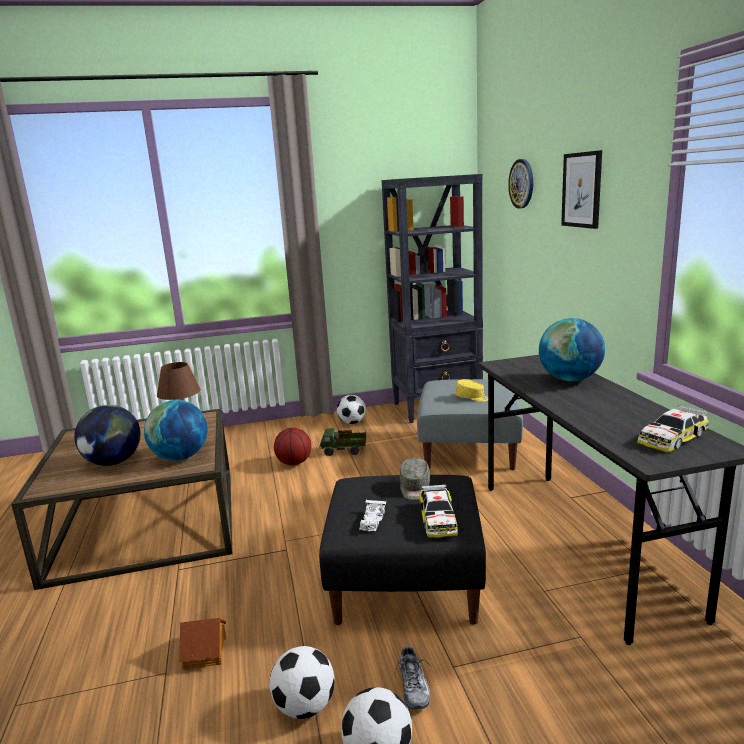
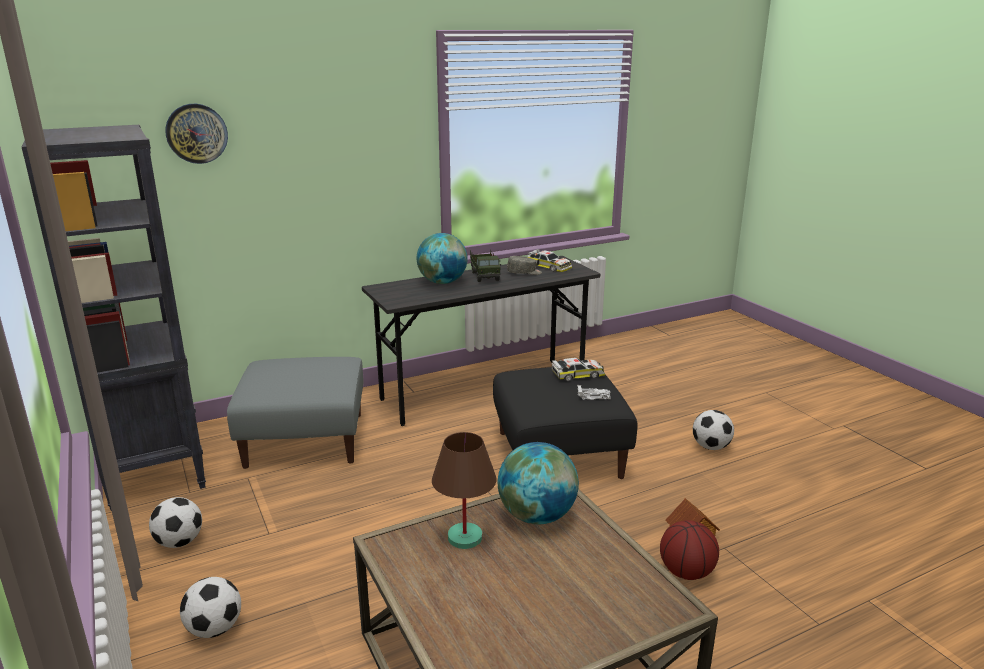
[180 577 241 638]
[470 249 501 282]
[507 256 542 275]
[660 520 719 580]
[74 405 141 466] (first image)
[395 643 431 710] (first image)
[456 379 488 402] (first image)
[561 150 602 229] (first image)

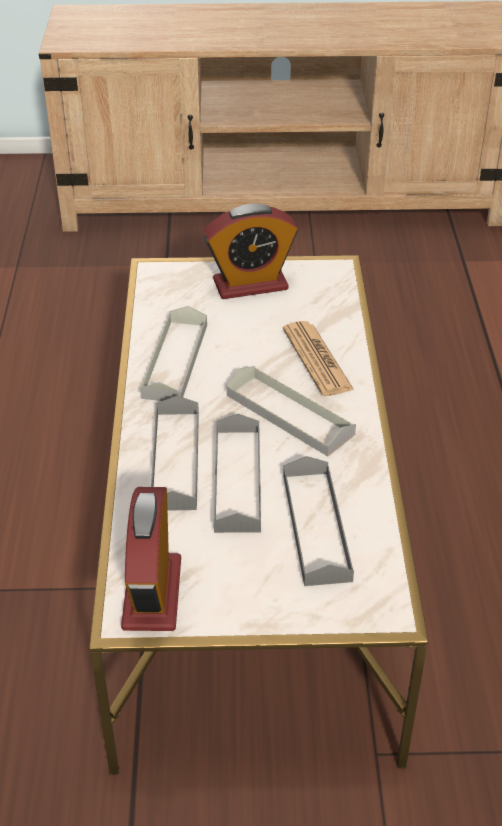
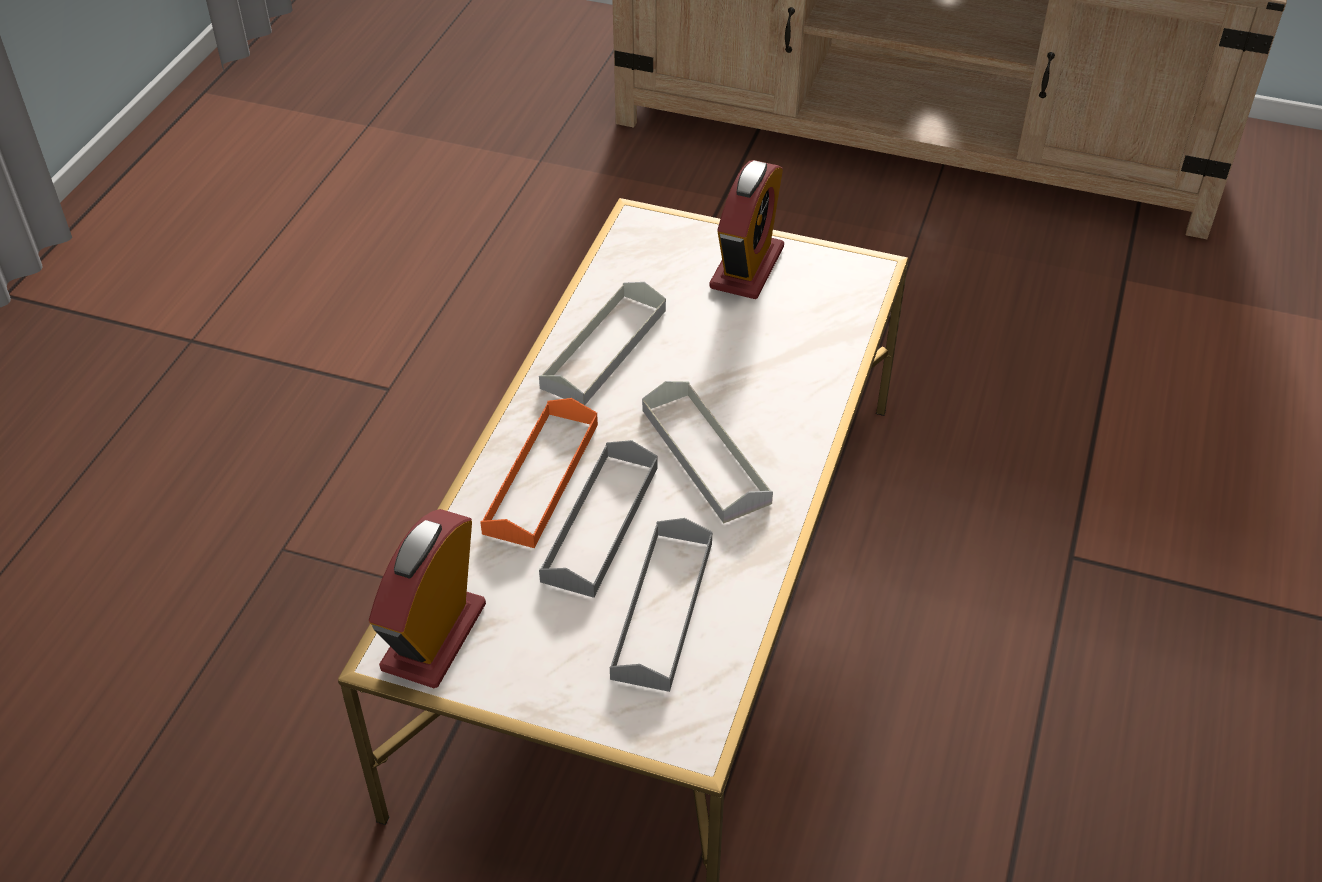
[480 398 598 548]
[709 160 784 299]
[283 321 354 396] (first image)

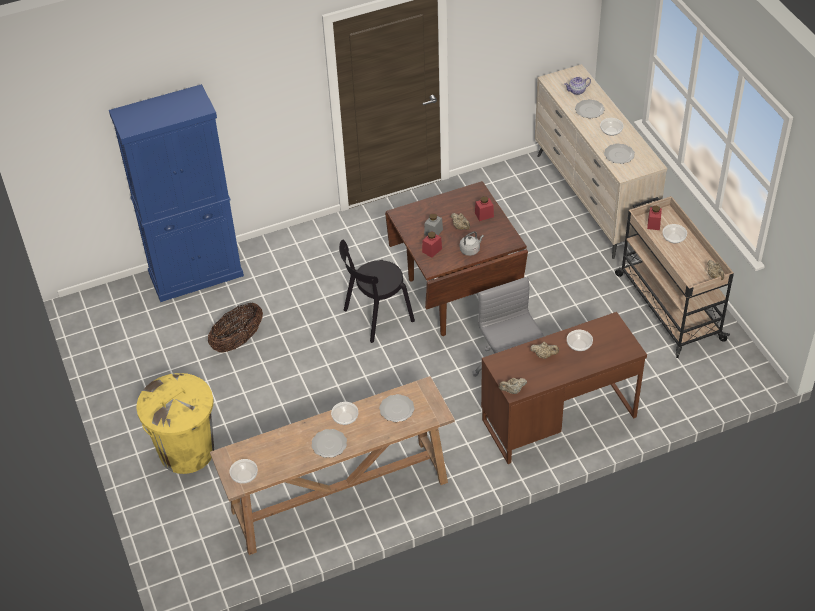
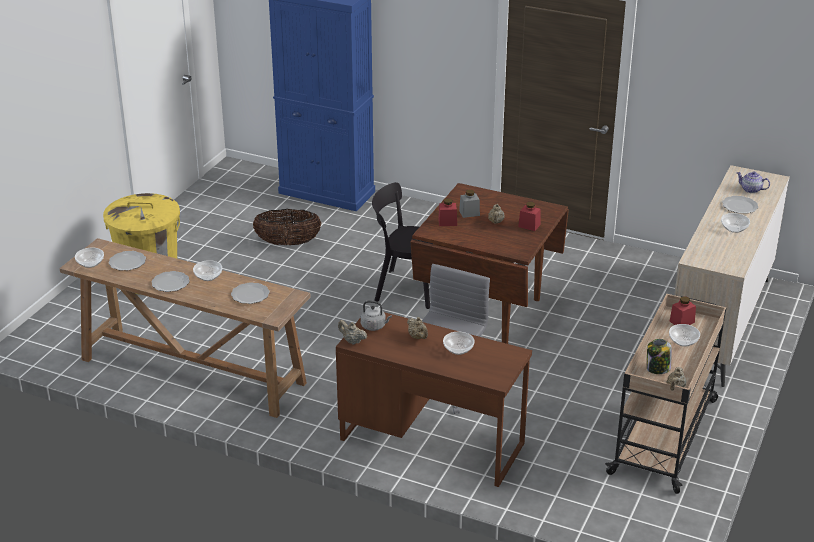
[108 251 146 271]
[360 300 392 331]
[647 339 672 374]

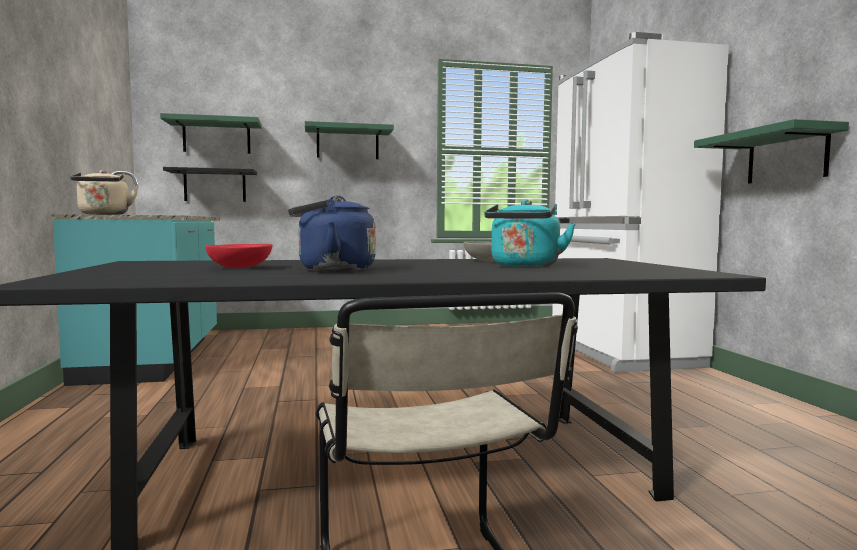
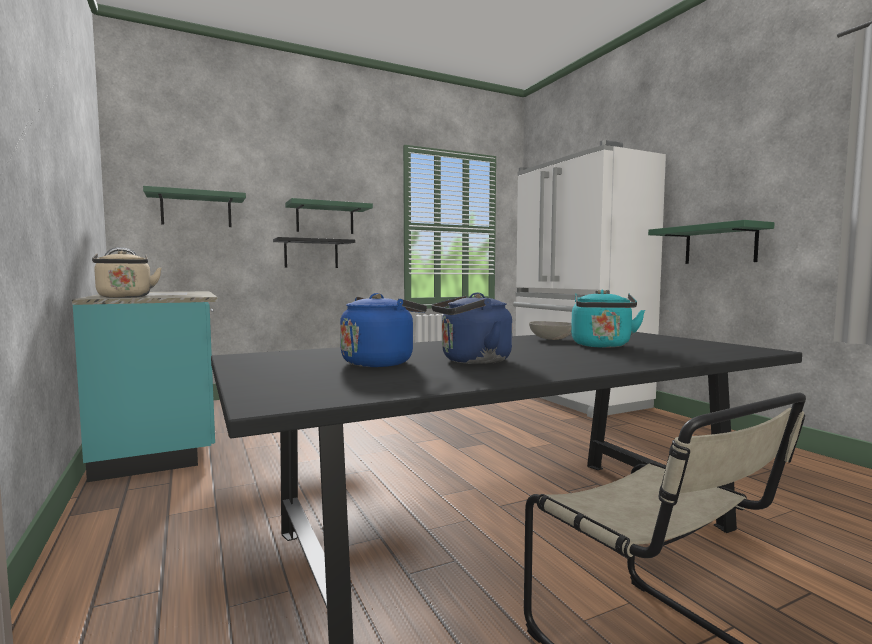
[273 237 355 268]
[340 293 427 367]

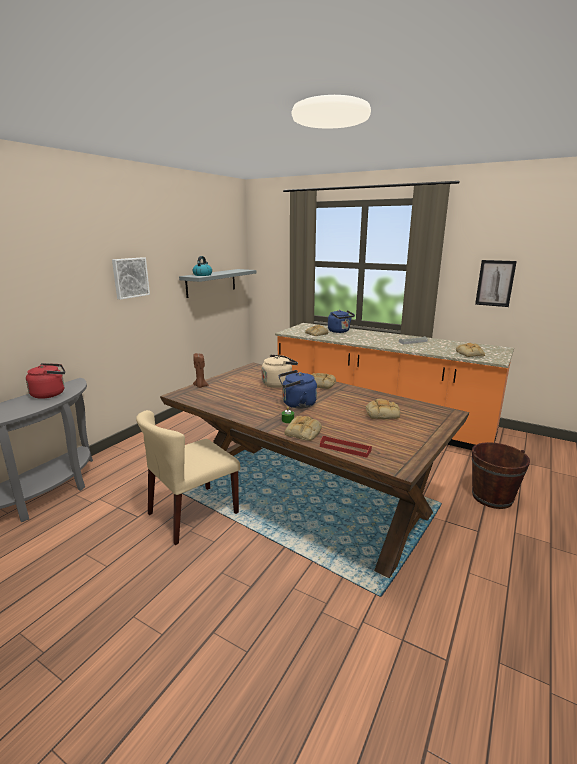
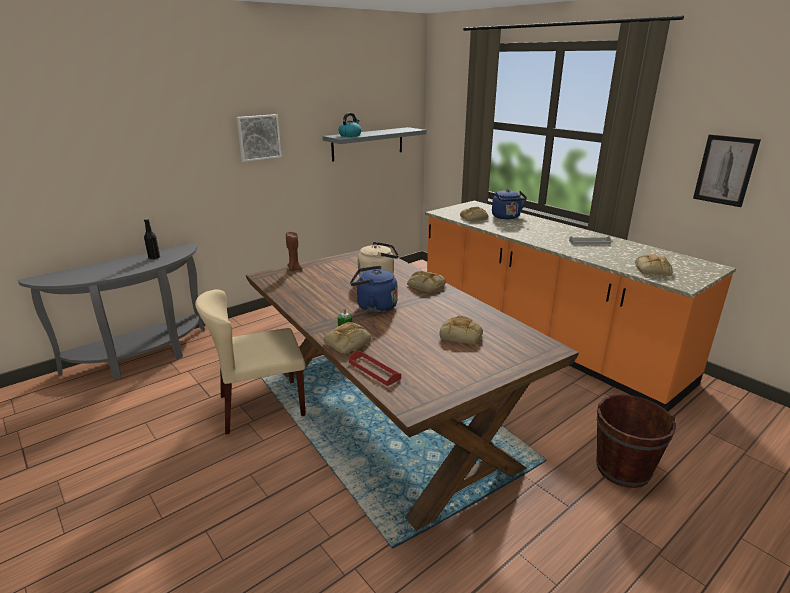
[144 219 160 259]

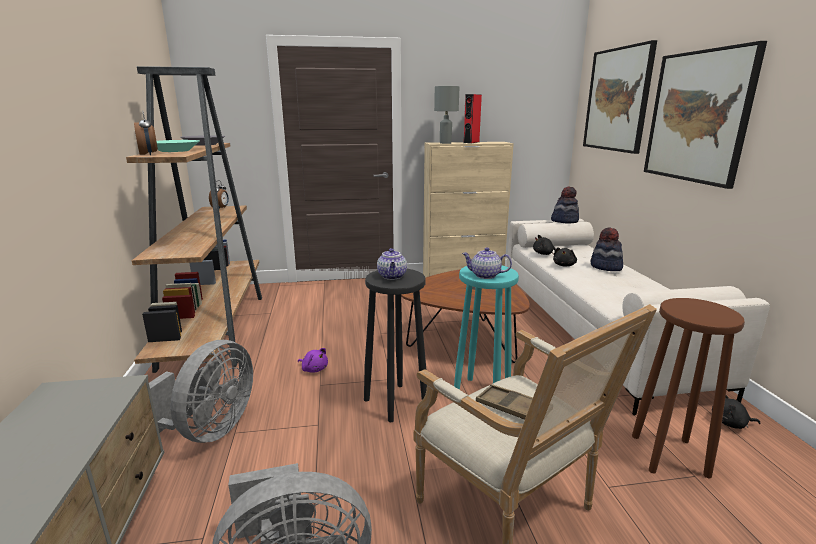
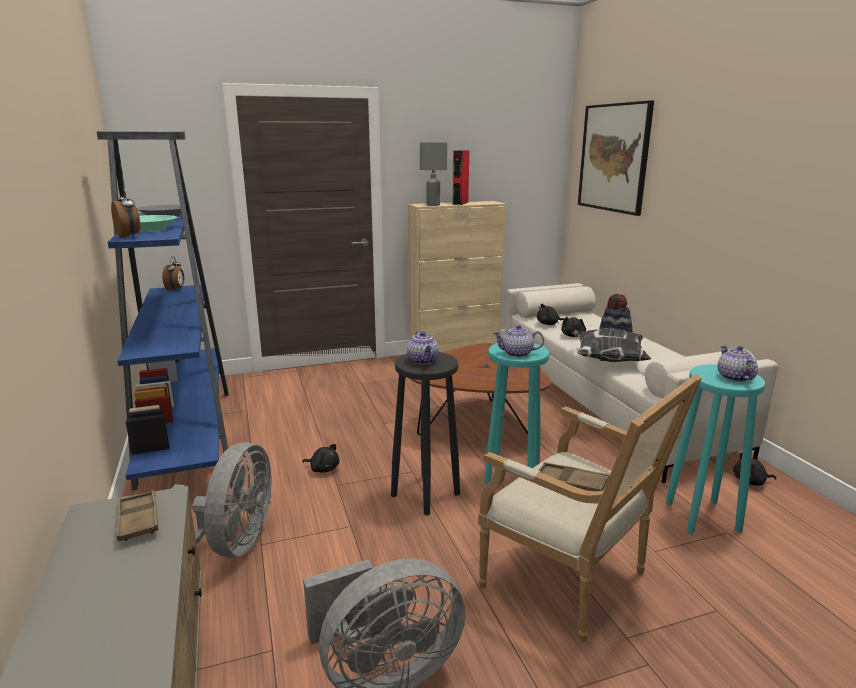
[96 131 229 491]
[117 490 158 541]
[302 444 339 473]
[572 328 652 362]
[666 364 765 534]
[718 346 758 382]
[551 187 579 223] (first image)
[644 41 767 189] (first image)

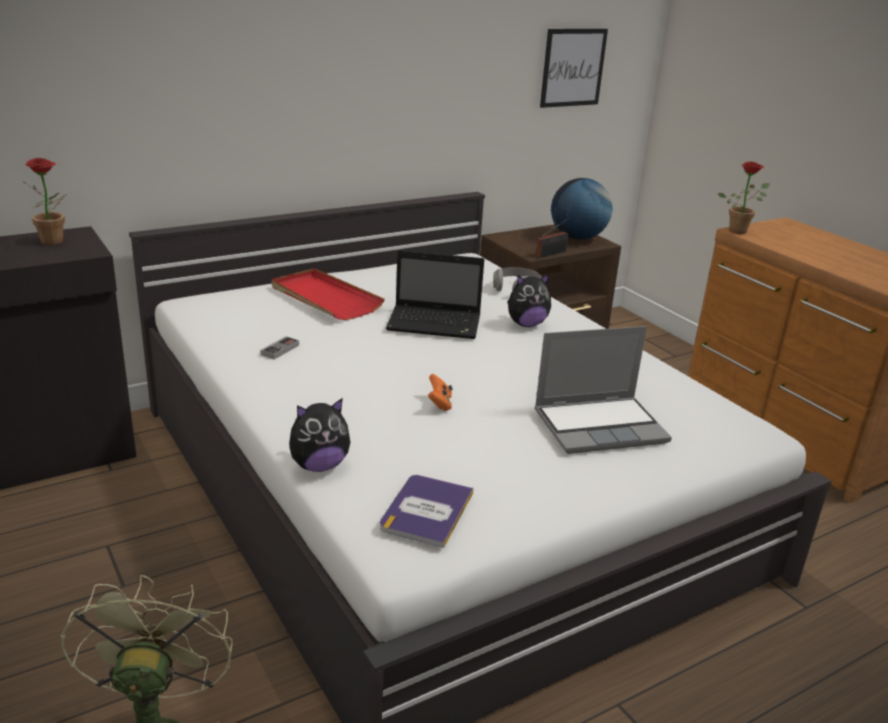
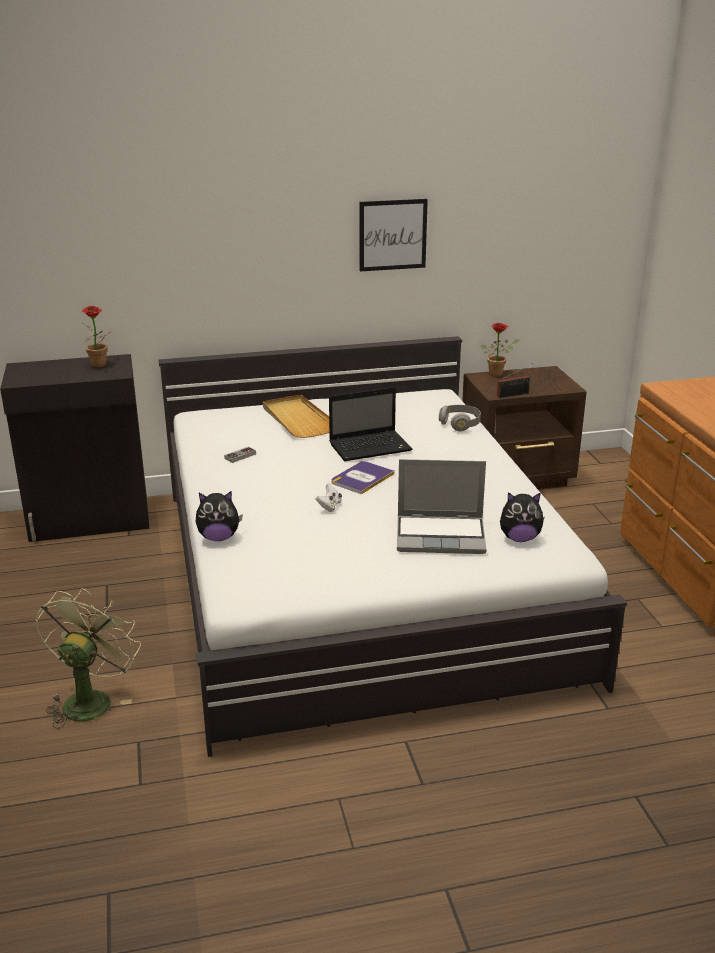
[263 395 329 438]
[316 483 342 512]
[329 387 413 461]
[331 461 395 494]
[360 199 428 272]
[481 323 520 377]
[500 492 545 542]
[551 178 613 240] (first image)

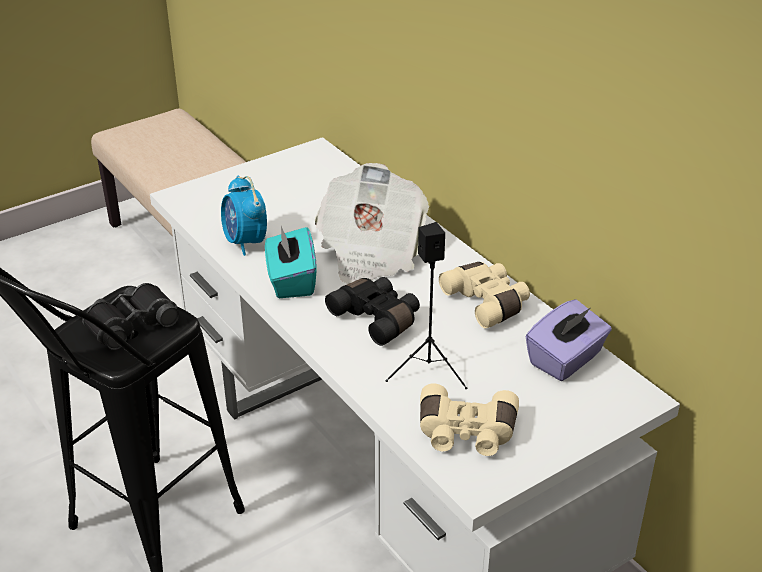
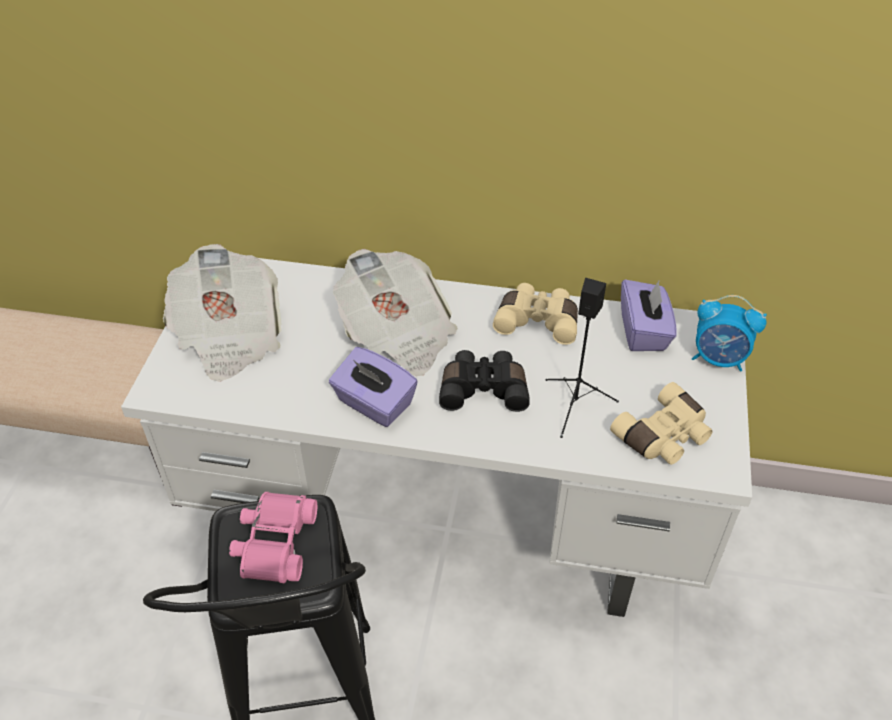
[163 244 281 382]
[229 492 317 583]
[329 347 418 427]
[692 295 767 372]

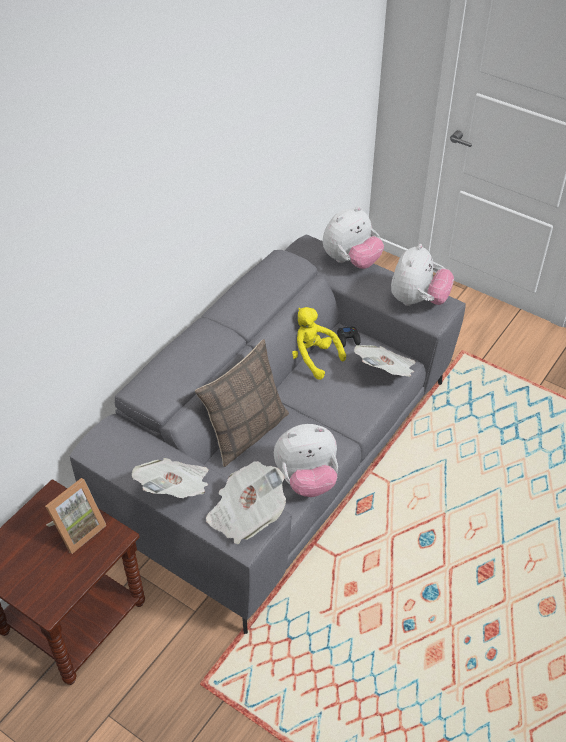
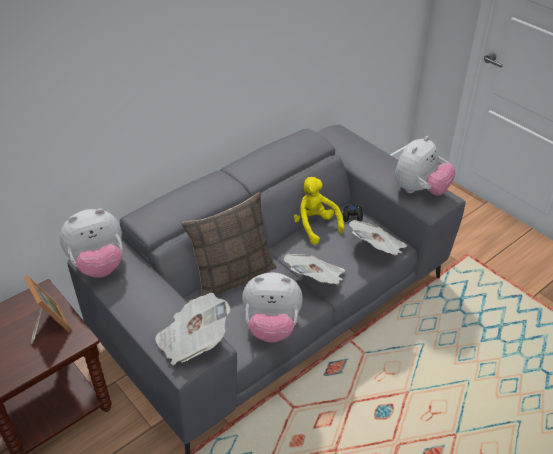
[24 275 72 344]
[60 208 123 278]
[284 254 345 284]

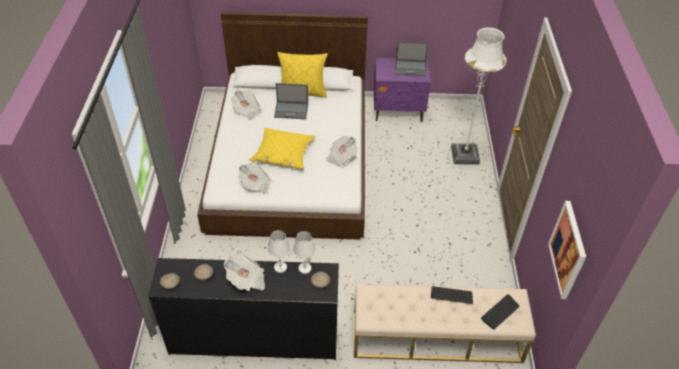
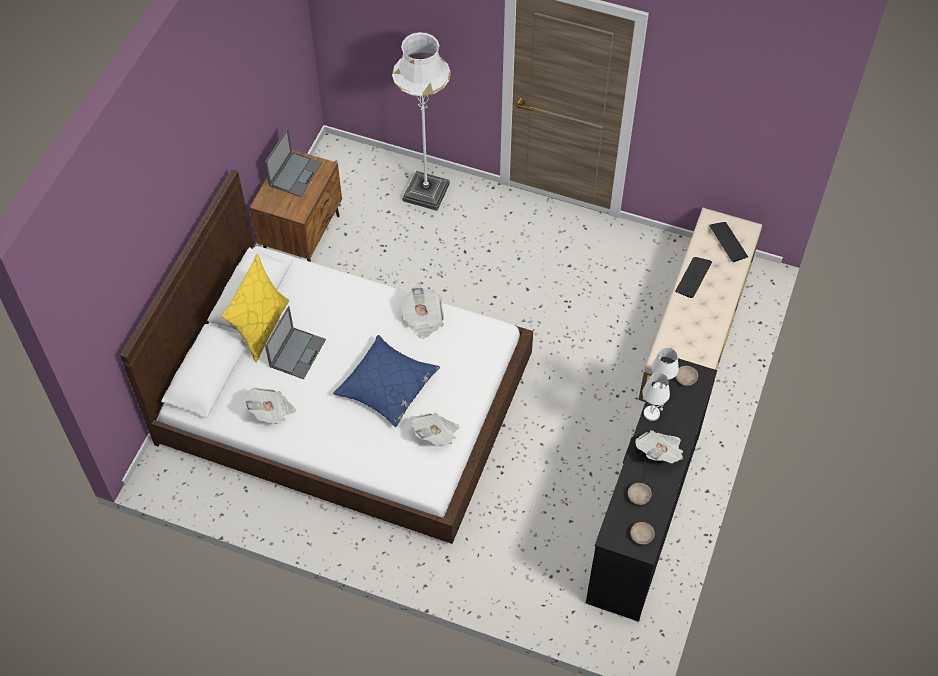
[249 150 342 262]
[333 335 440 427]
[548 201 586 299] (first image)

